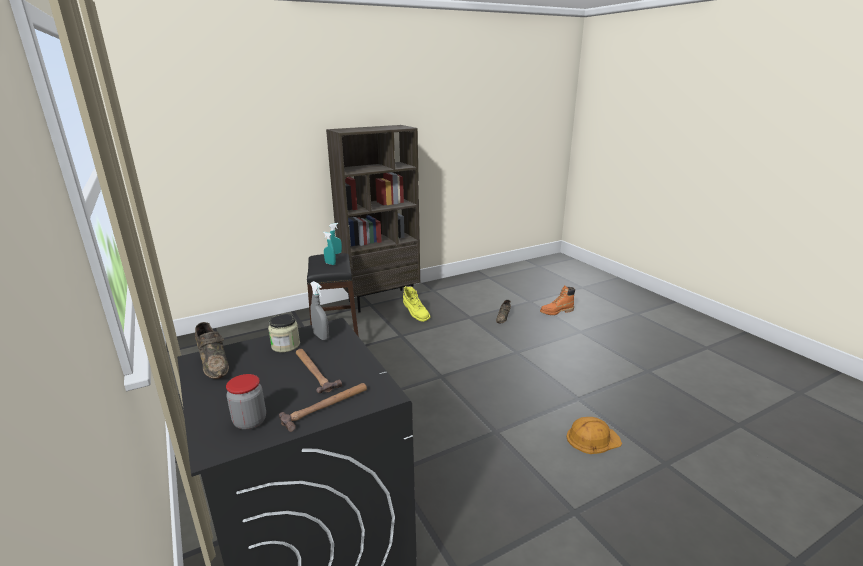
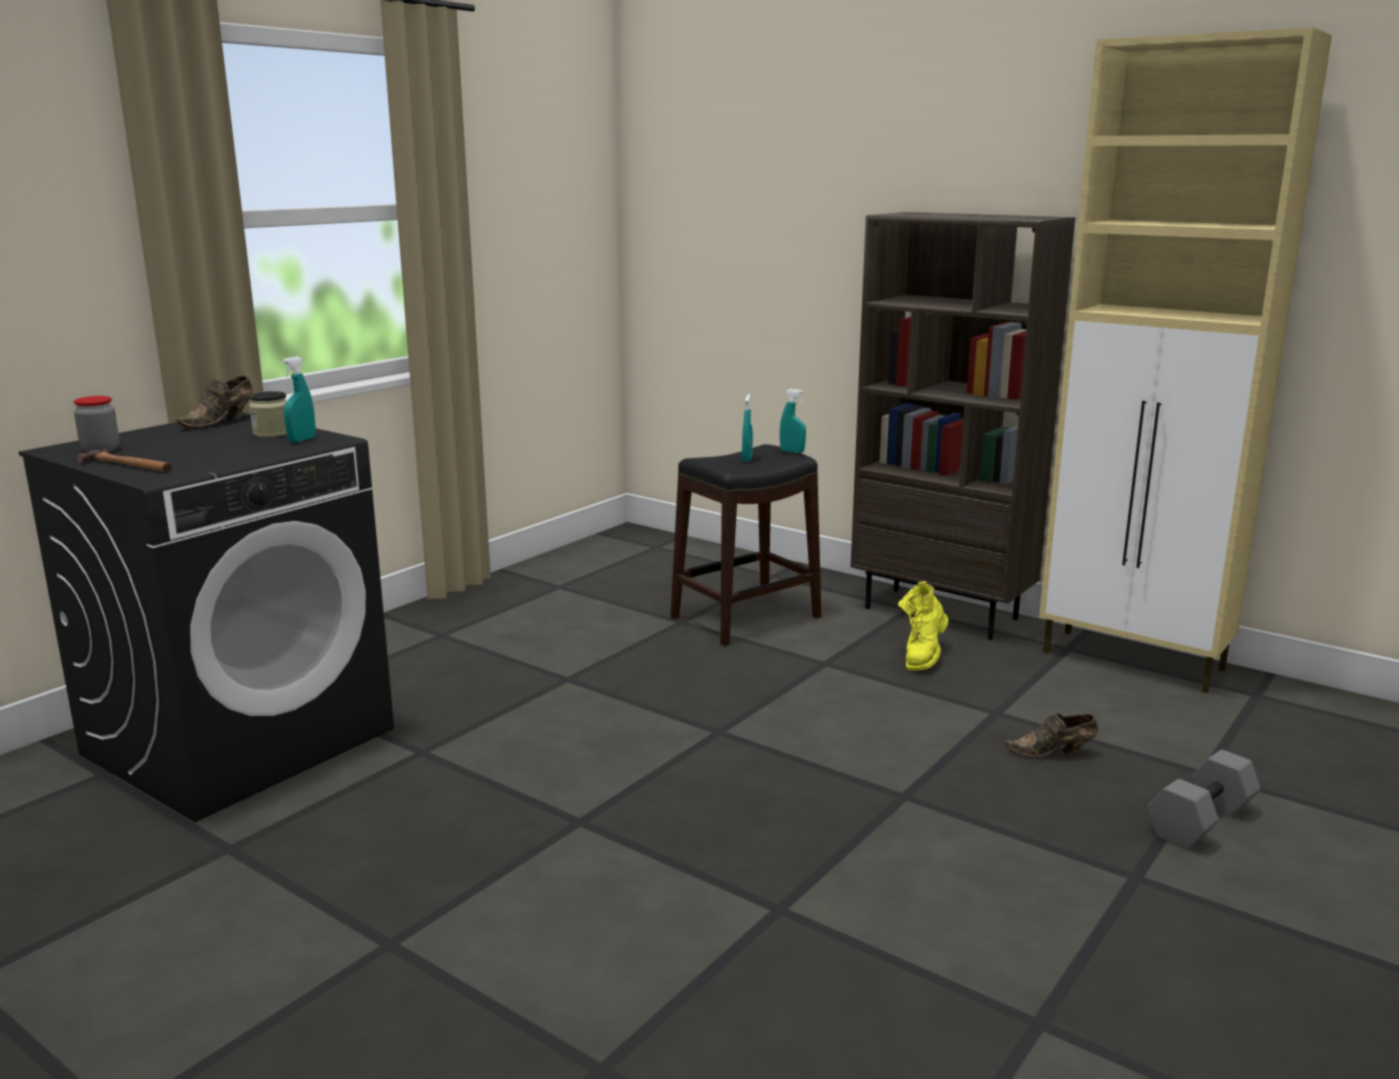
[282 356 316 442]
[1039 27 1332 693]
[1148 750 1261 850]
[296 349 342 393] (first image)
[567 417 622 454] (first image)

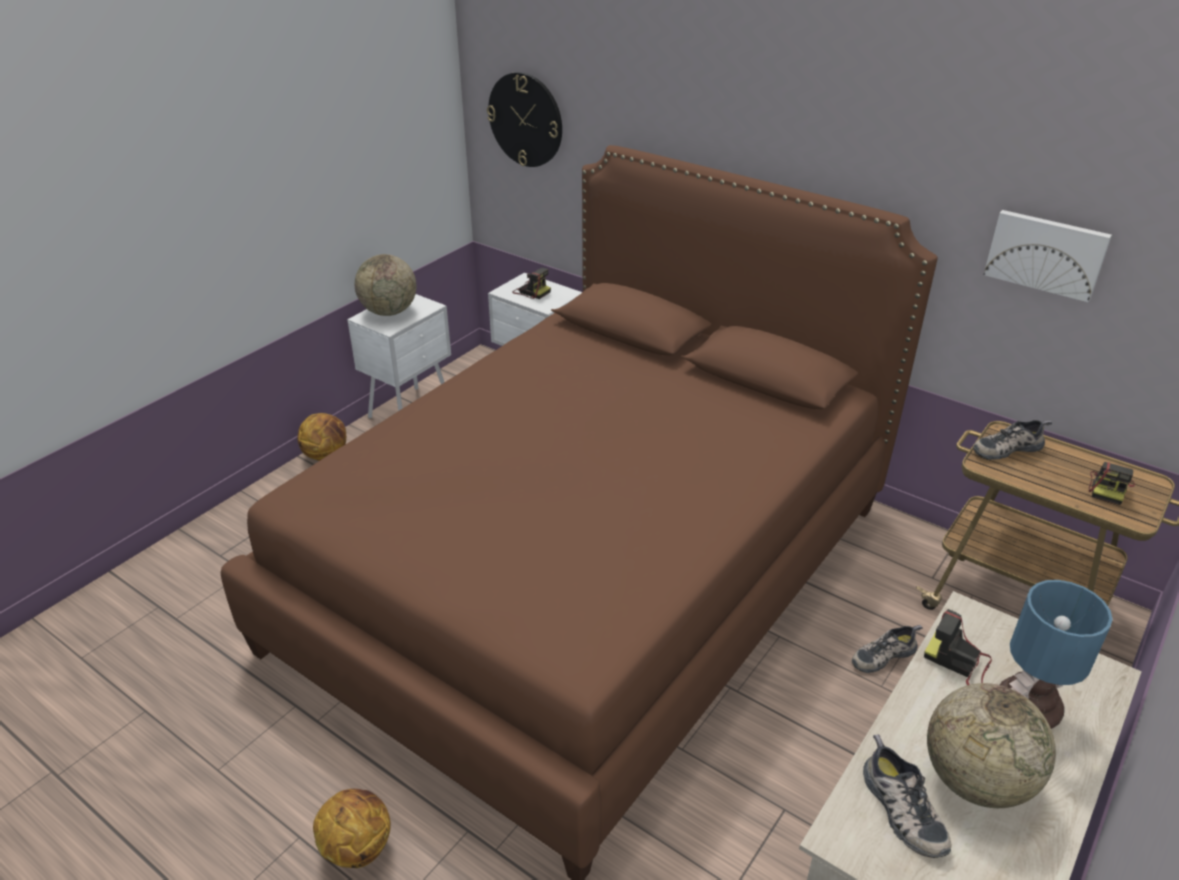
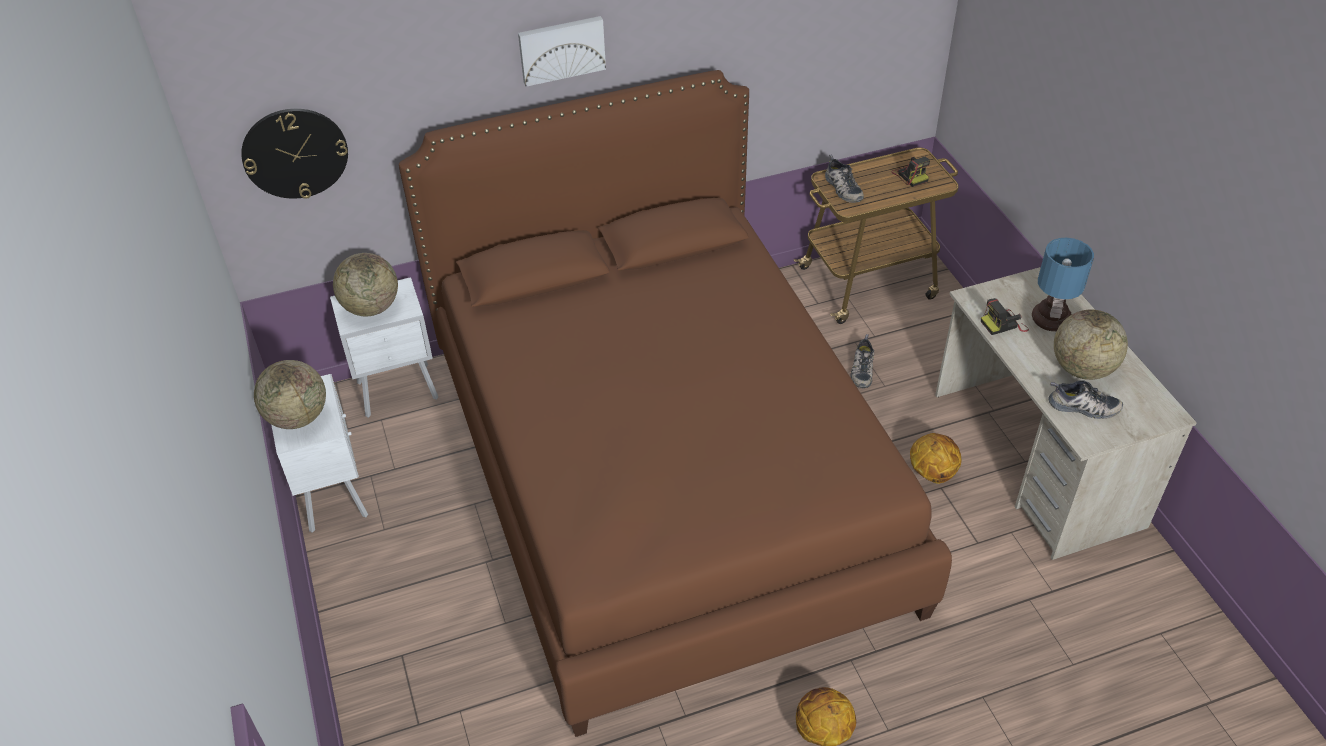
[333 253 398 317]
[518 16 606 87]
[825 154 864 203]
[910 433 961 484]

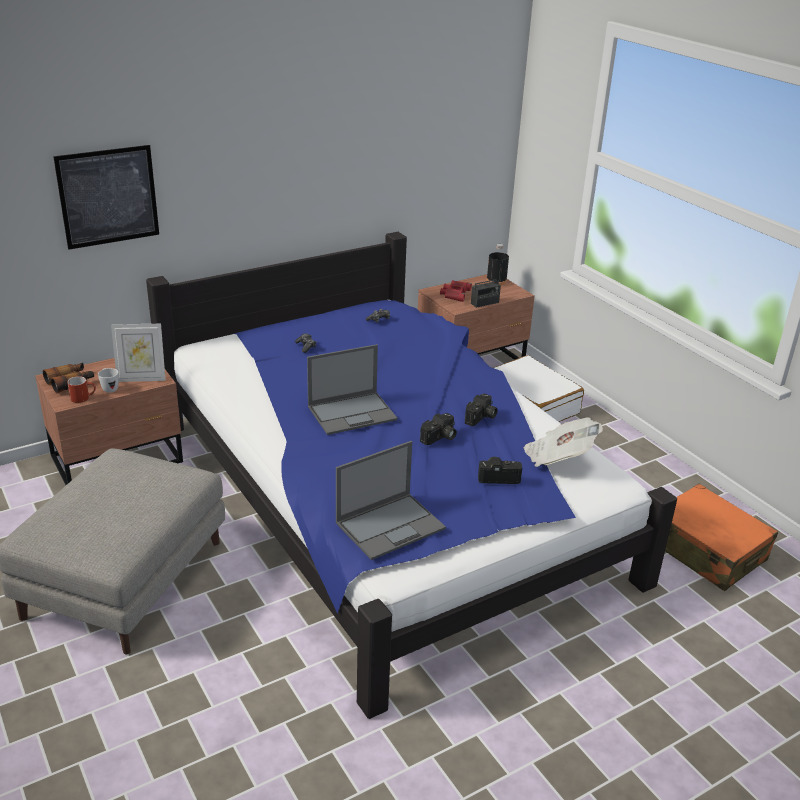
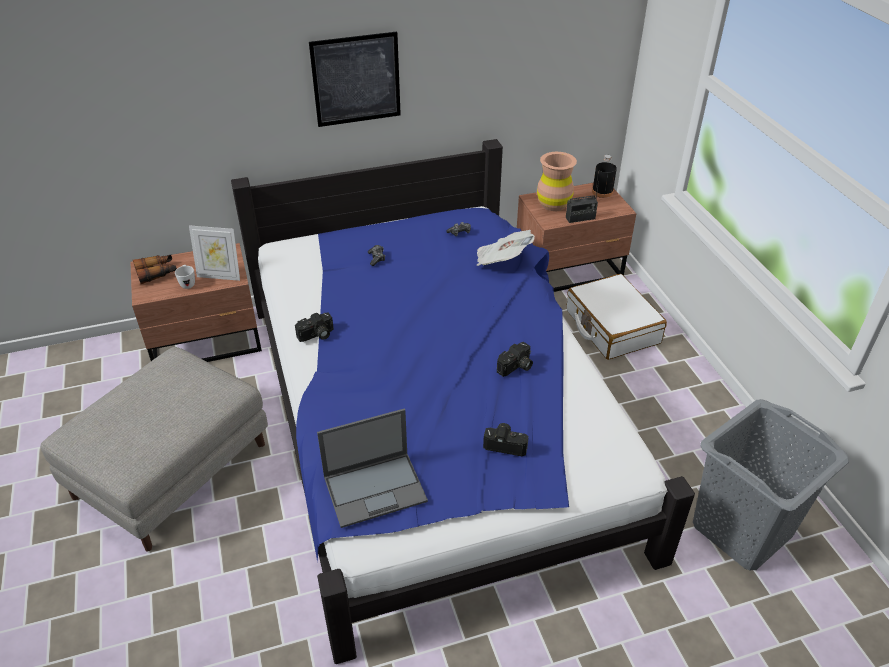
[295 312 334 342]
[309 32 401 127]
[477 230 535 266]
[537 152 577 211]
[693 399 850 570]
[67 376 96 403] (first image)
[307 344 398 435] (first image)

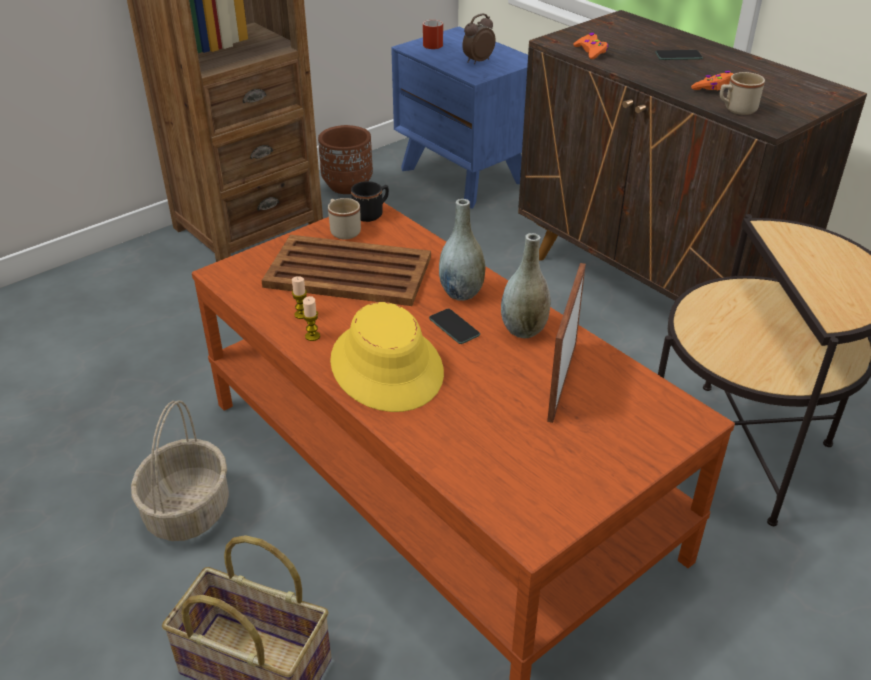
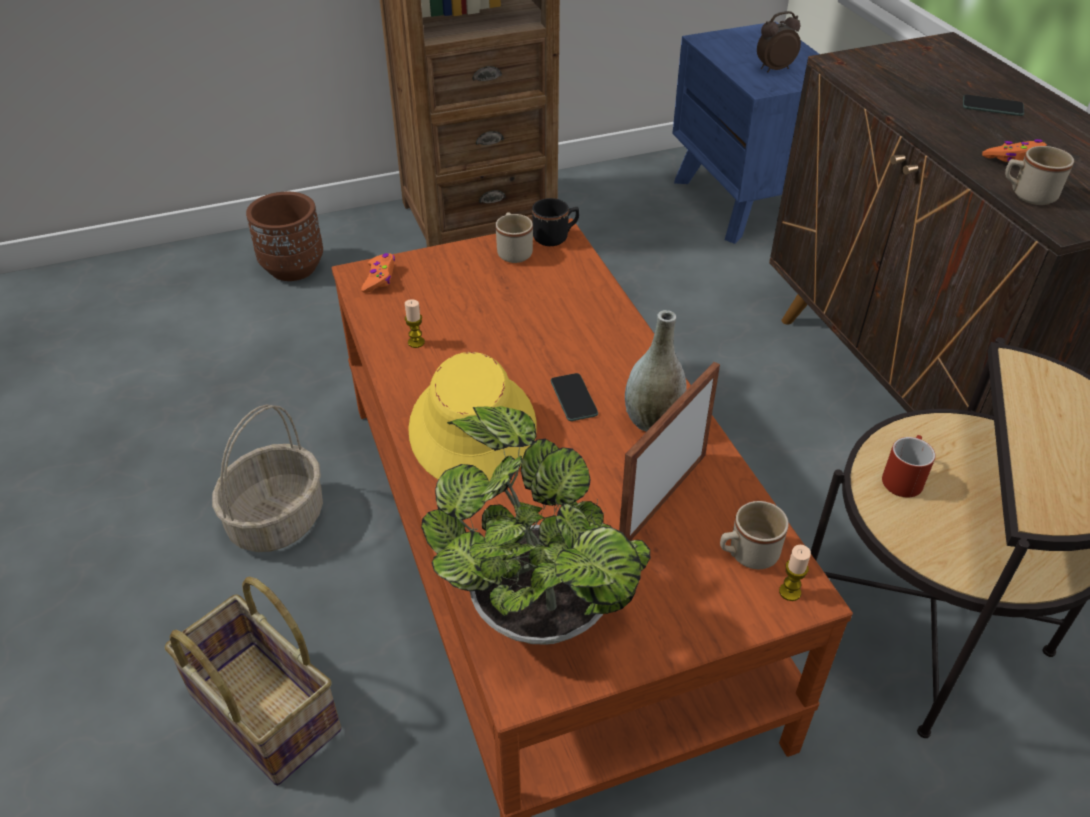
[246 192 323 281]
[361 253 395 293]
[421 406 650 645]
[720 501 789 569]
[779 545 811 601]
[882 435 936 498]
[261 235 431 306] (first image)
[439 199 485 301] (first image)

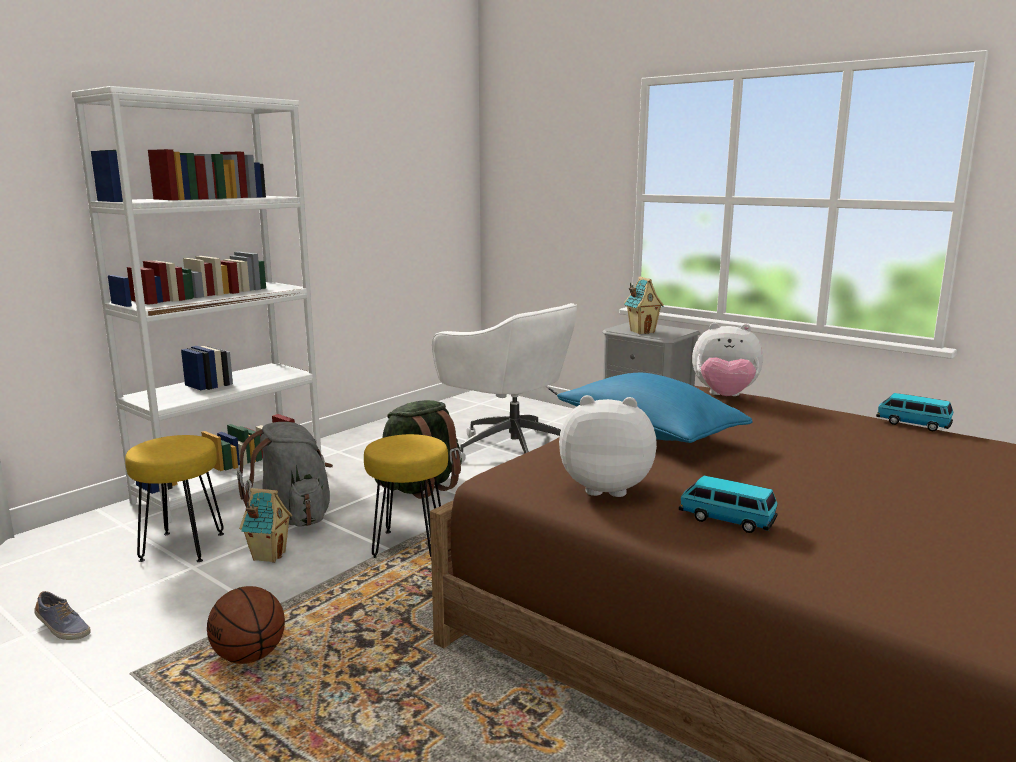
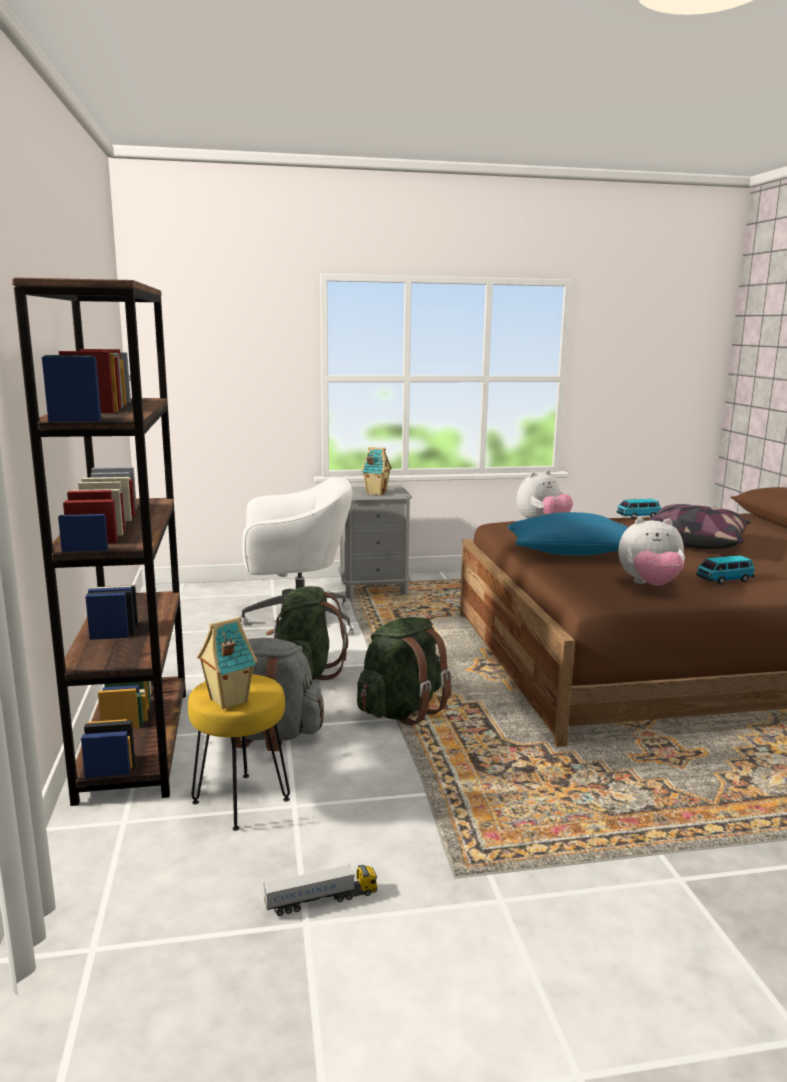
[12 277 186 806]
[197 617 258 709]
[263 864 377 916]
[357 617 452 726]
[618 518 685 586]
[649 504 751 549]
[207 586 285 664] (first image)

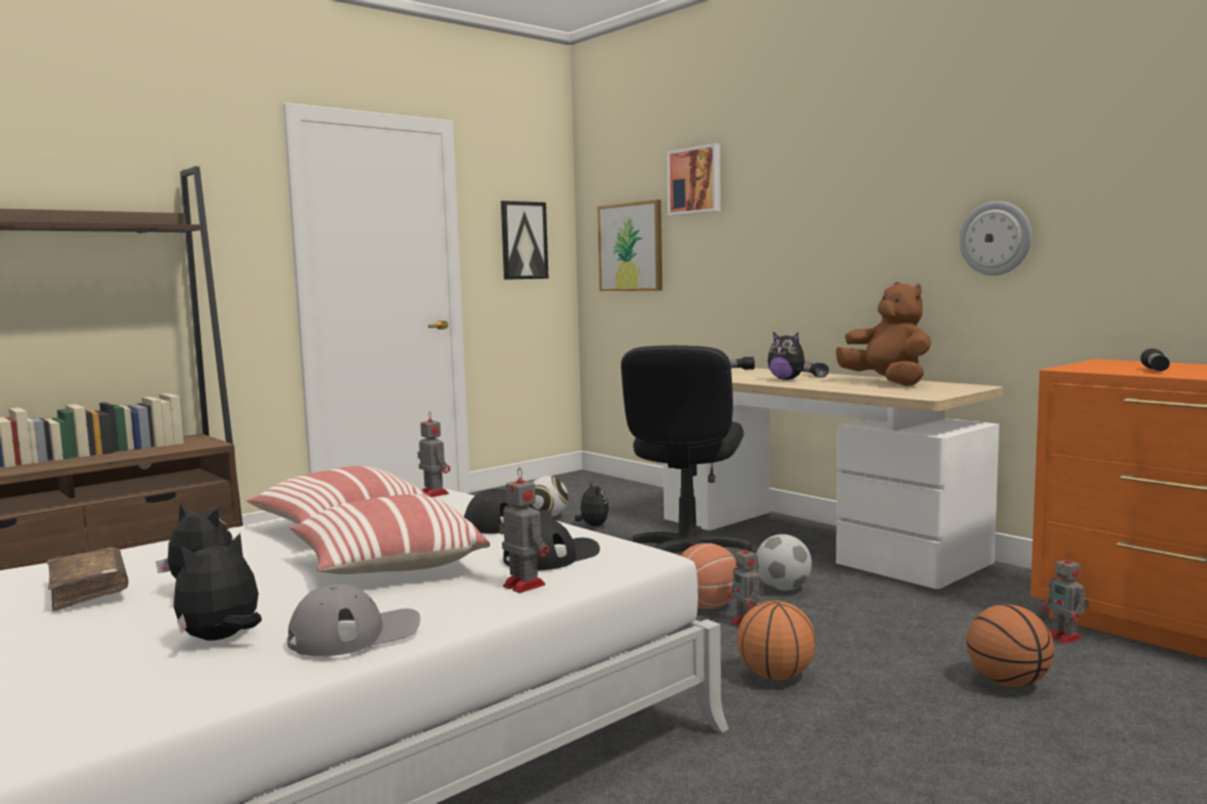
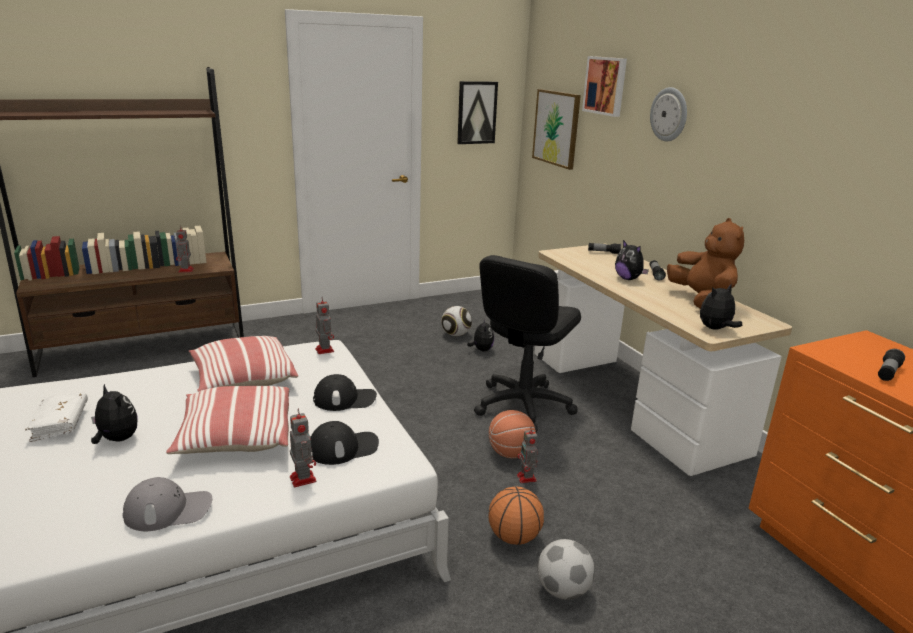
[25 392 88 442]
[176 225 194 273]
[537 539 595 600]
[650 87 687 142]
[700 284 743 330]
[967 604 1054 687] (first image)

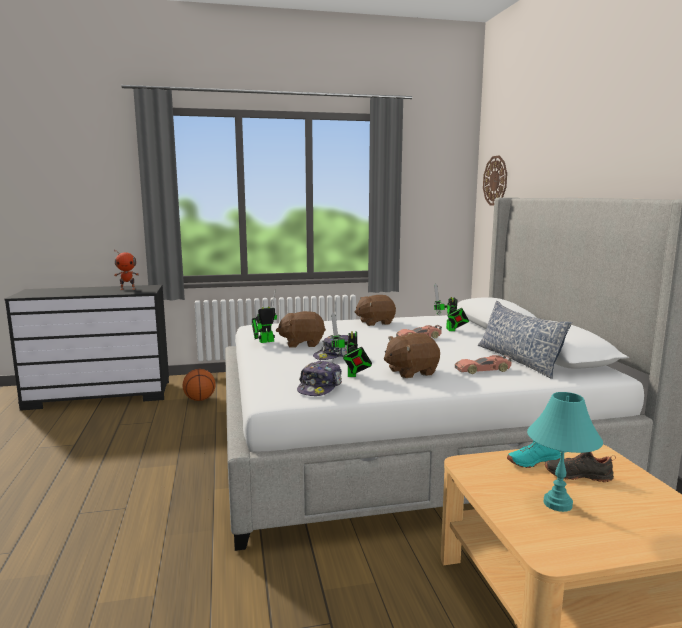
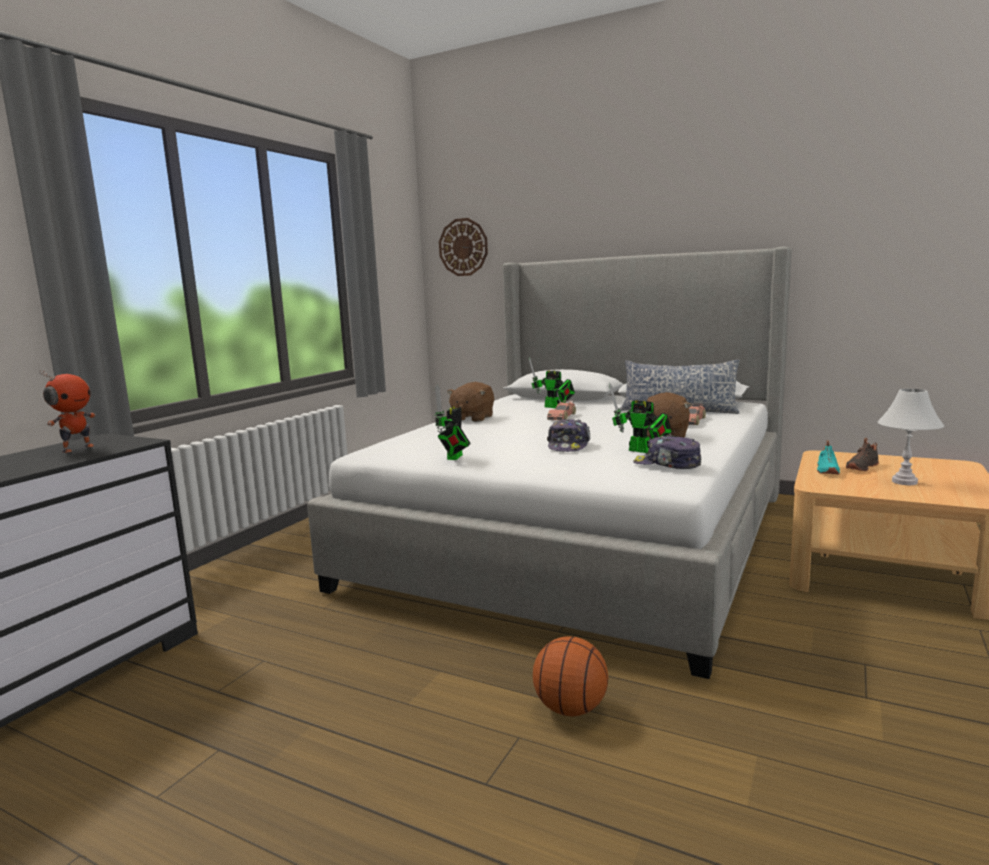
[533 636 608 716]
[633 434 701 469]
[877 389 944 485]
[276 311 326 348] (first image)

